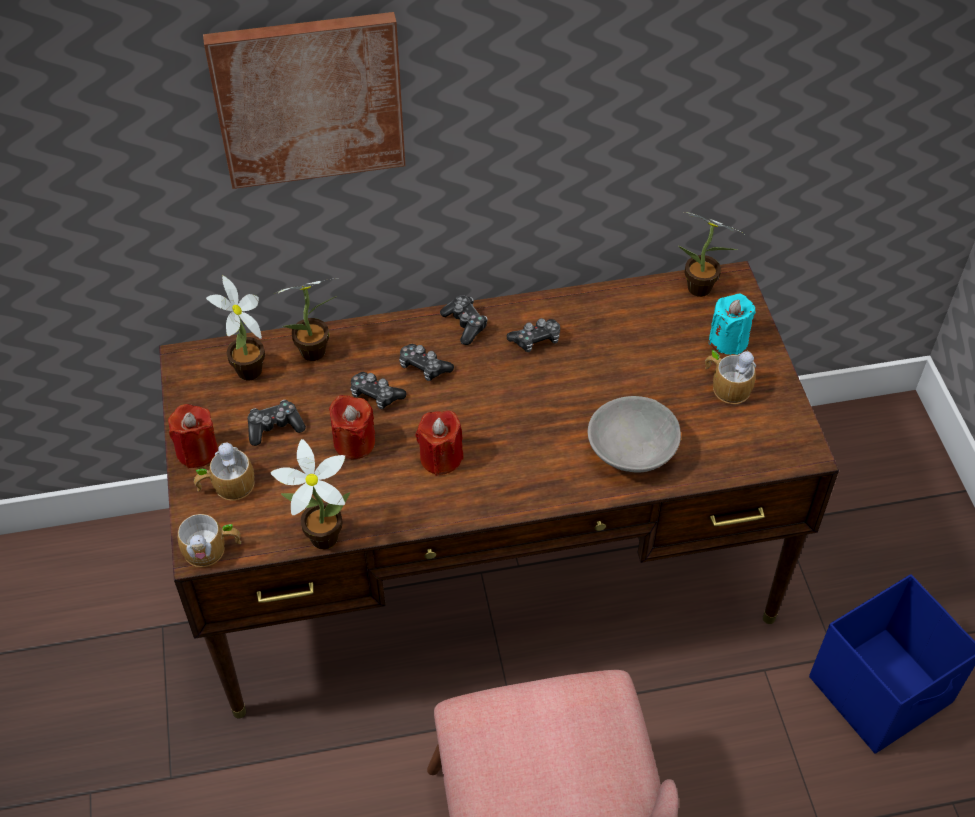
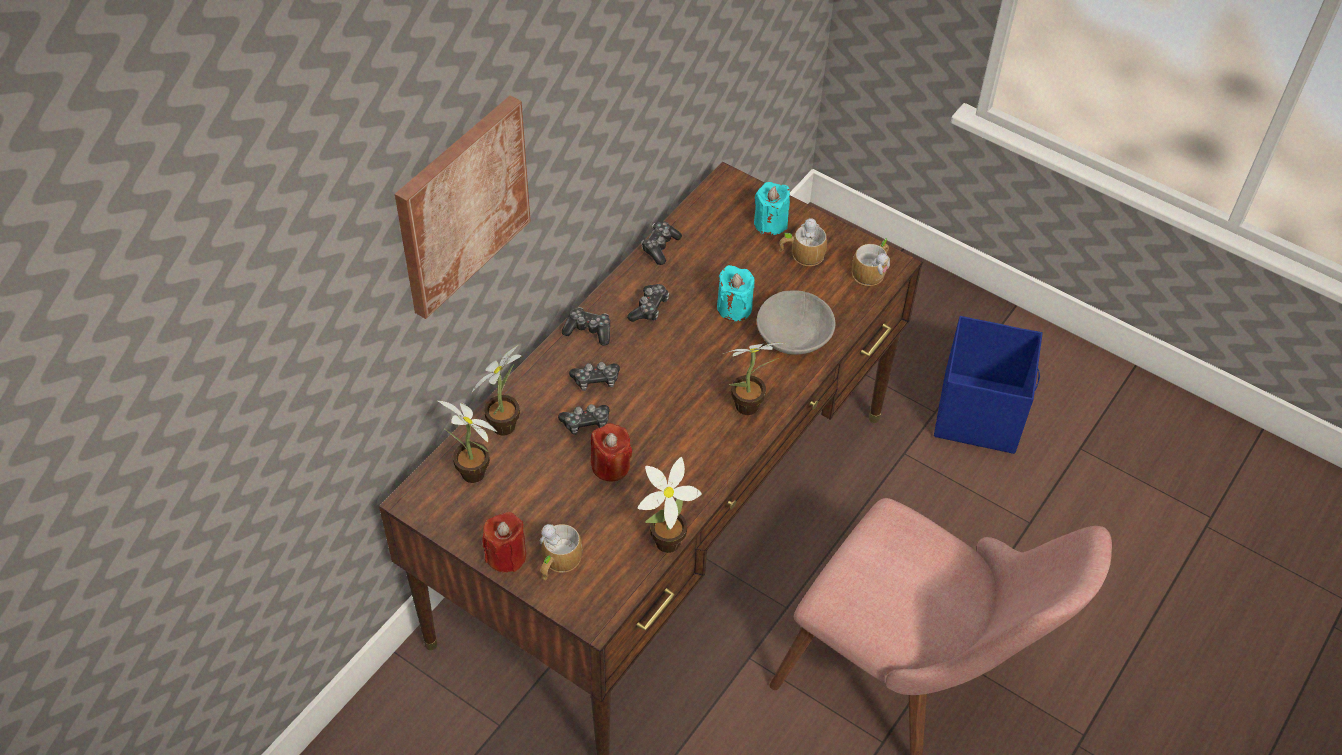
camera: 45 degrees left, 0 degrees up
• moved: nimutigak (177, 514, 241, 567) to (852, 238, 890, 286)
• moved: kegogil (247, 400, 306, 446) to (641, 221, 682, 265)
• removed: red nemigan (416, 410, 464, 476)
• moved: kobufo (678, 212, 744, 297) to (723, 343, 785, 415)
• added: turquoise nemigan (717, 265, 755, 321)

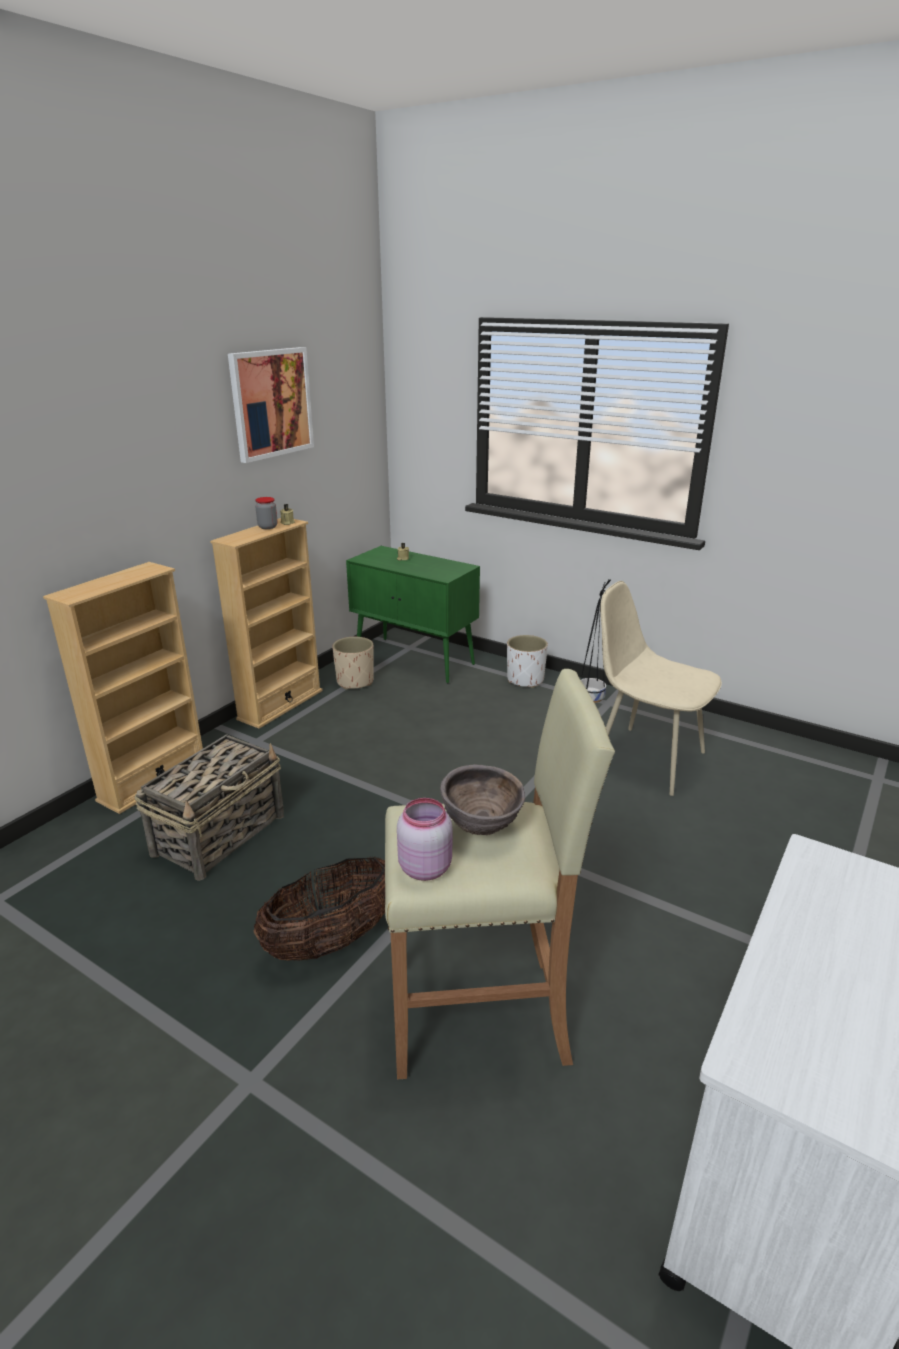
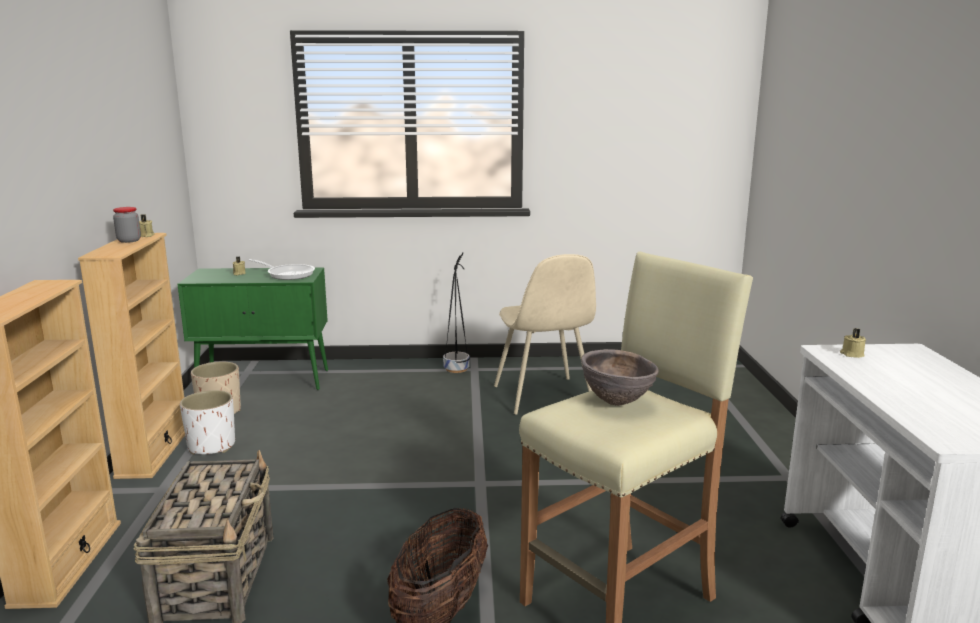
camera: 35 degrees left, 10 degrees down
• removed: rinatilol (228, 347, 314, 463)
• removed: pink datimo (397, 798, 452, 881)
• moved: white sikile (507, 635, 548, 688) to (180, 390, 235, 455)
• turned: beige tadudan (600, 581, 722, 796) = (494, 254, 596, 414) 105 degrees counterclockwise
• added: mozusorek (249, 259, 315, 280)
• added: beige nemigan (840, 328, 866, 358)

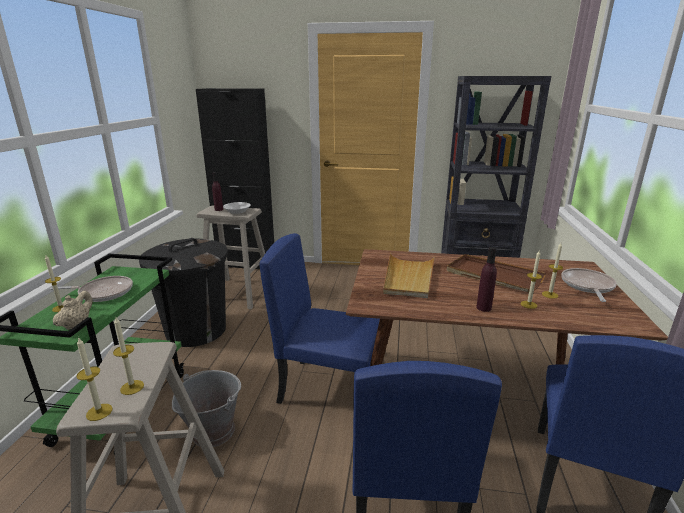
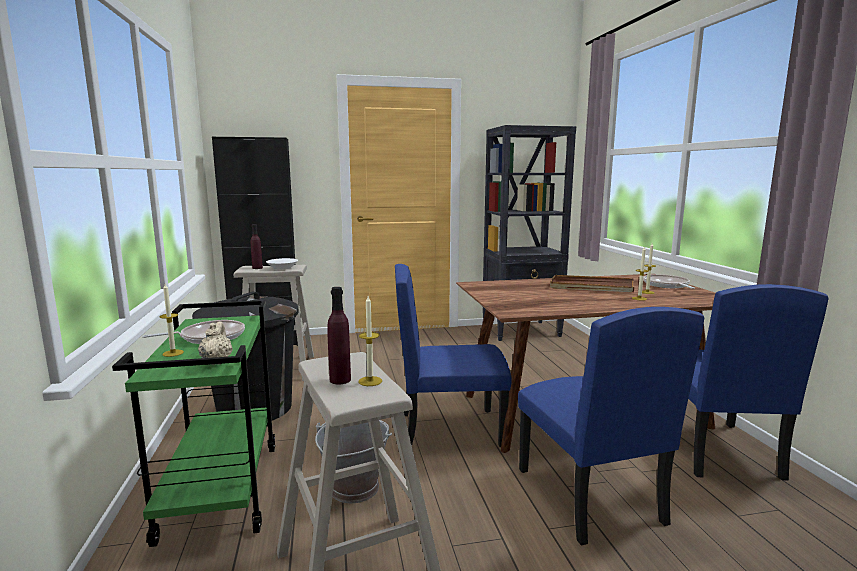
camera: 20 degrees left, 10 degrees down
• removed: nemigan (76, 337, 112, 421)
• removed: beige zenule (383, 253, 435, 298)
• moved: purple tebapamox (477, 247, 497, 312) to (327, 287, 351, 384)

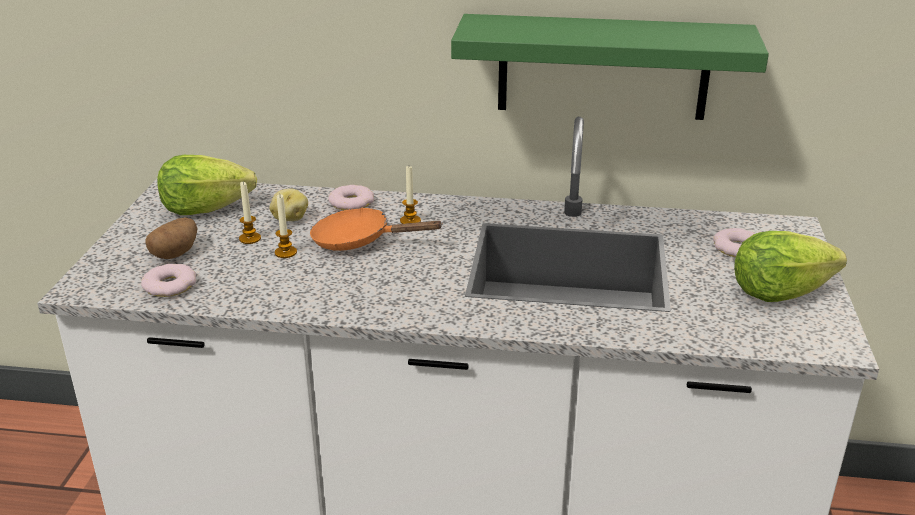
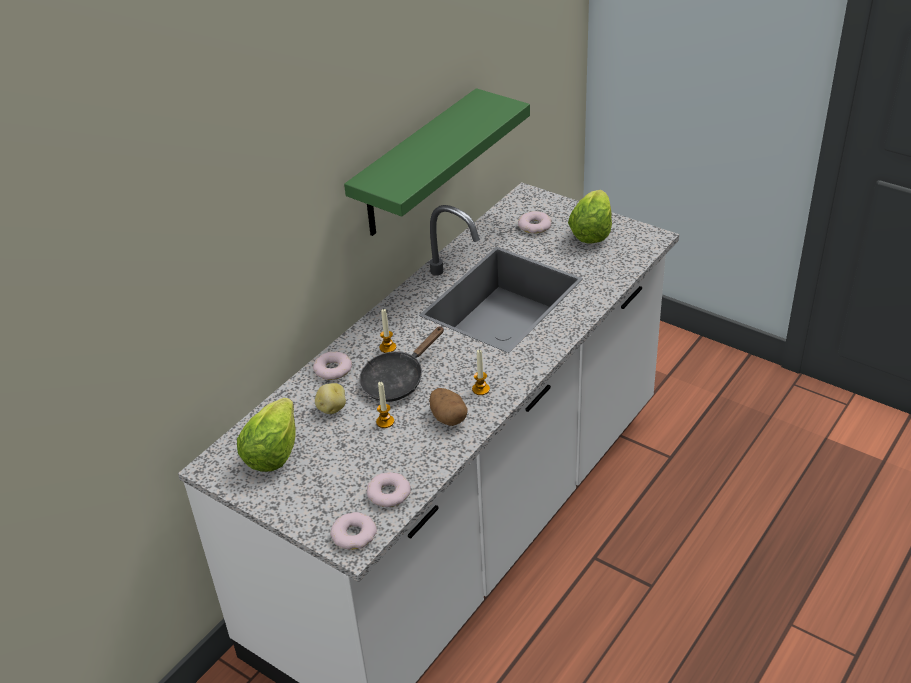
camera: 60 degrees left, 10 degrees up
• moved: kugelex (146, 217, 197, 259) to (429, 388, 467, 426)
• moved: nemigan (239, 182, 261, 244) to (472, 350, 490, 395)
• recoloured: orange mozusorek (310, 207, 443, 251) to black mozusorek (359, 326, 444, 402)
• added: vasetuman (330, 512, 377, 550)

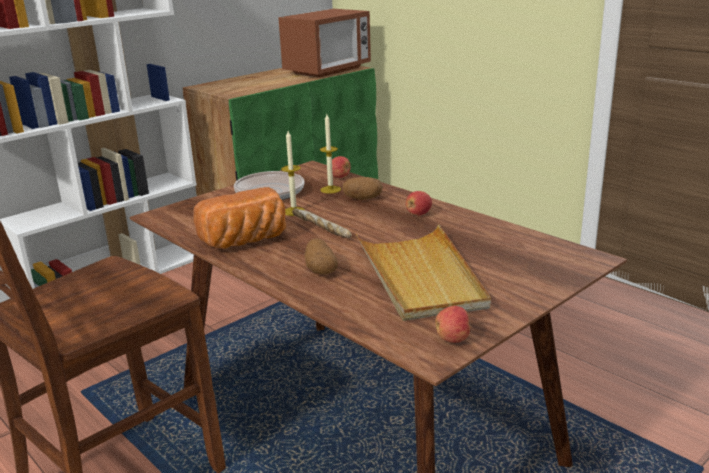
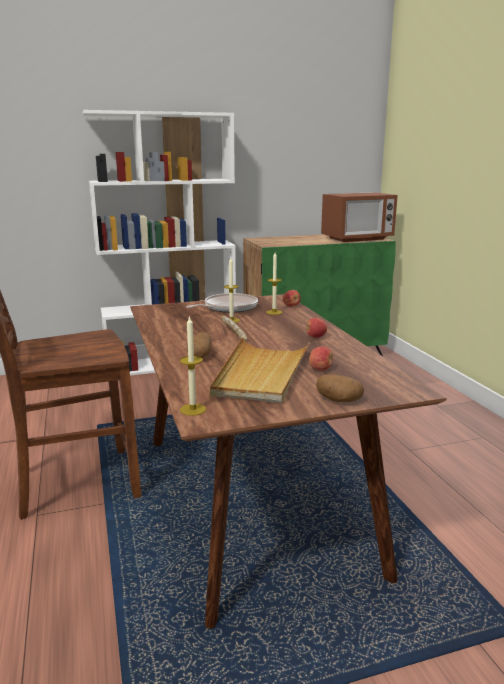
camera: 25 degrees right, 5 degrees down
• removed: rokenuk (193, 187, 286, 249)
• moved: kugelex (343, 177, 383, 200) to (316, 374, 364, 402)
• moved: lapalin (435, 306, 472, 343) to (309, 346, 333, 371)
• added: nemigan (180, 315, 206, 416)

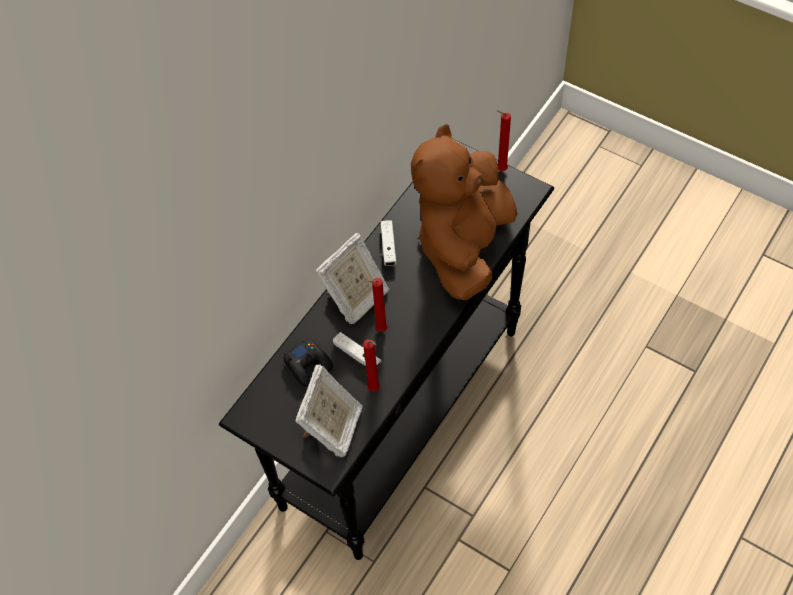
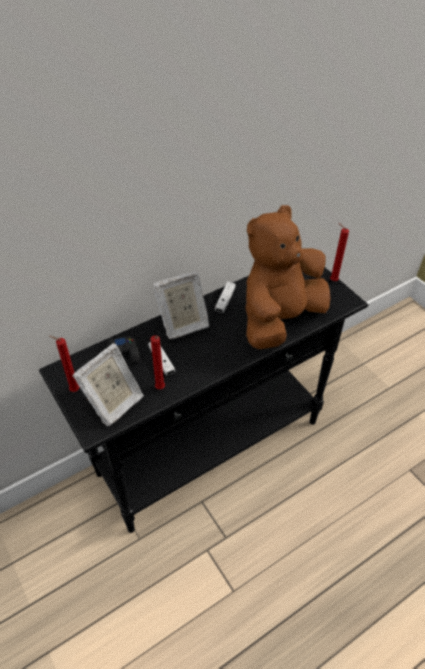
camera: 20 degrees right, 10 degrees down
• moved: red nemigan (367, 278, 388, 332) to (49, 336, 80, 392)

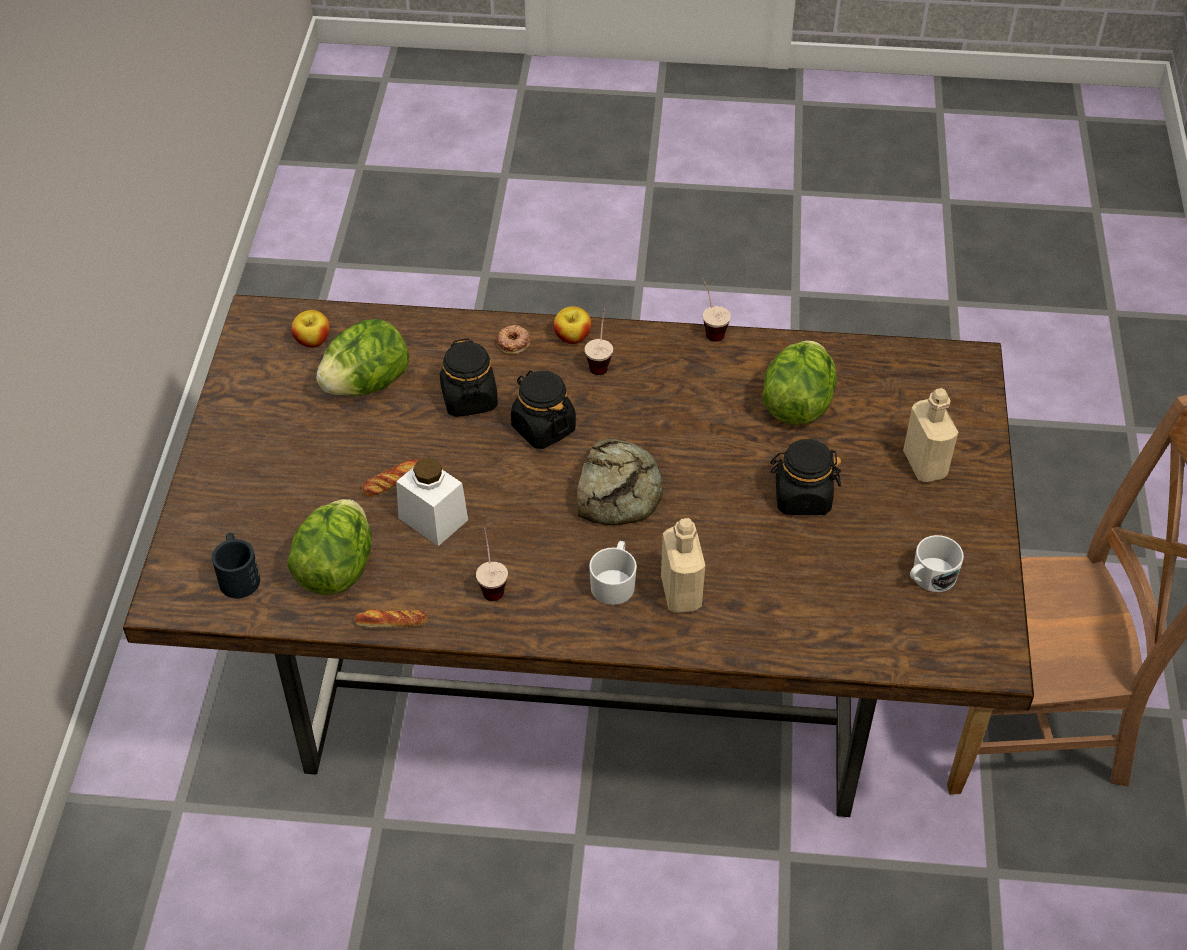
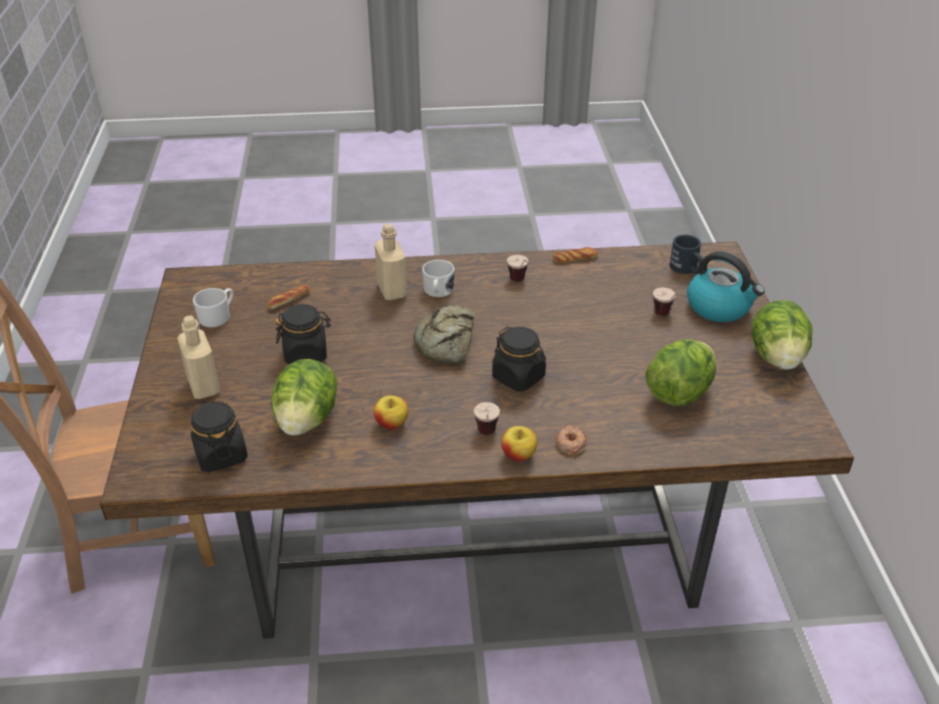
camera: 170 degrees right, 10 degrees down
• moved: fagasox (287, 499, 372, 595) to (751, 300, 812, 370)
• moved: lapalin (291, 310, 330, 348) to (373, 396, 408, 430)
• moved: rokenuk (361, 459, 419, 497) to (267, 285, 310, 309)
• removed: white datimo (396, 457, 468, 546)
• moved: black datimo (440, 338, 498, 417) to (191, 400, 248, 472)
• moved: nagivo (702, 278, 731, 342) to (653, 288, 687, 316)
• added: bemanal (687, 251, 765, 322)

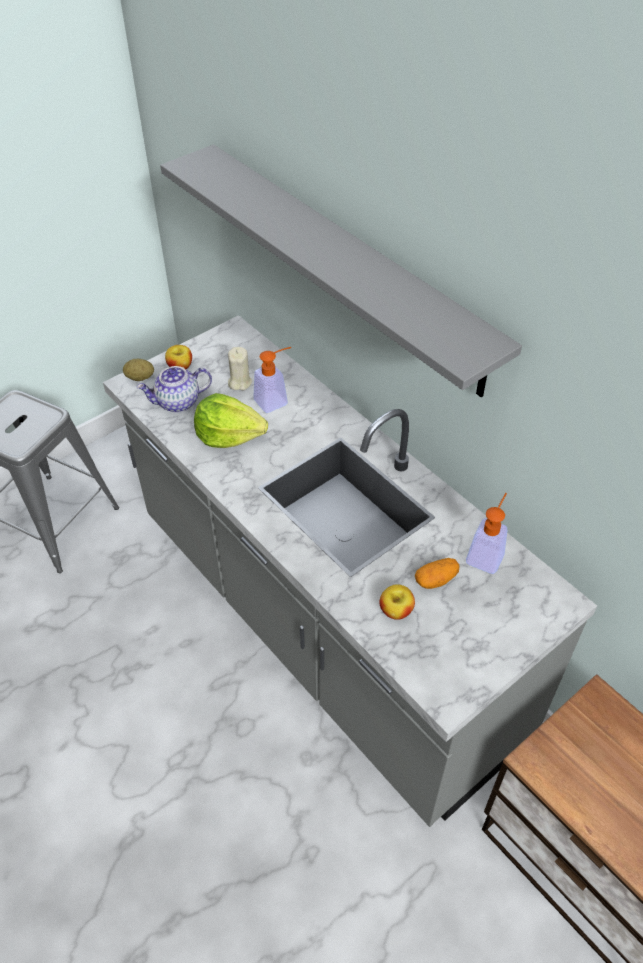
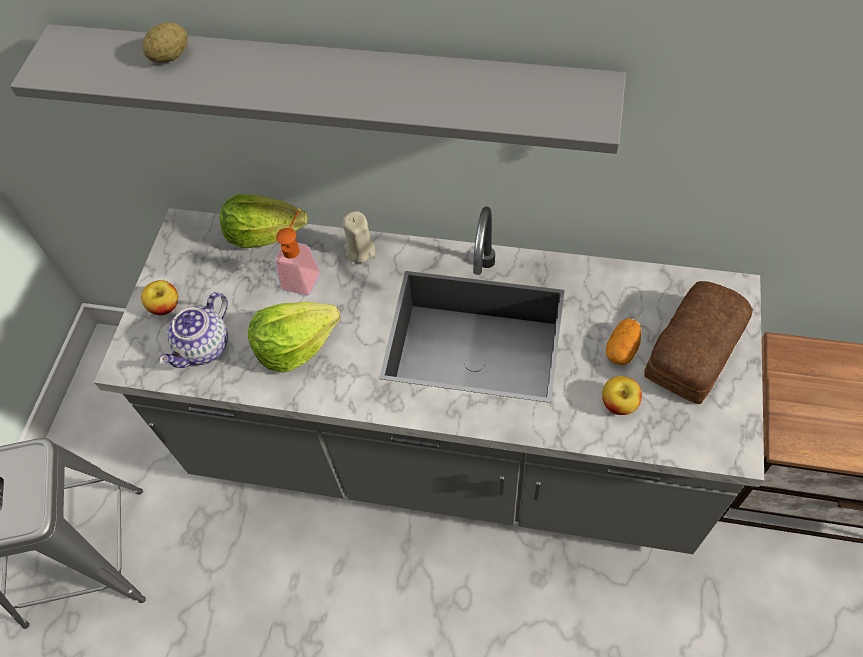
camera: 35 degrees left, 10 degrees up
• moved: kugelex (123, 359, 154, 381) to (142, 22, 188, 63)
• moved: beige nemigan (228, 347, 252, 390) to (342, 211, 375, 263)
• removed: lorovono (466, 493, 507, 574)
• added: fagasox (220, 194, 307, 248)
• added: rokenuk (644, 281, 753, 404)

